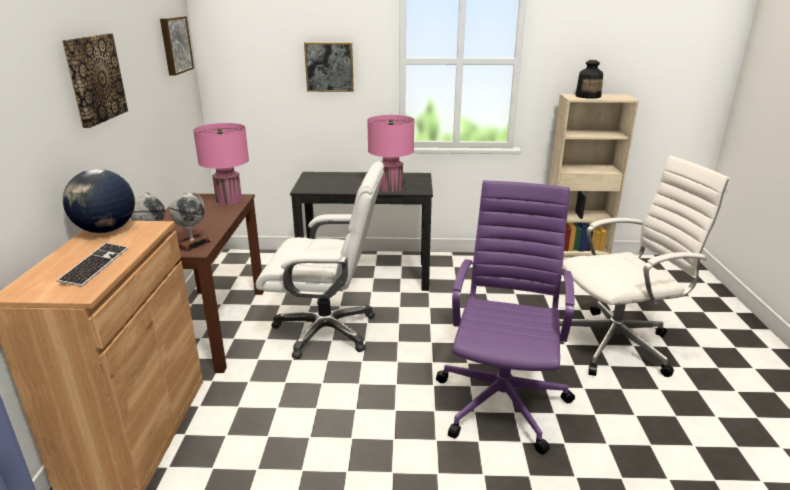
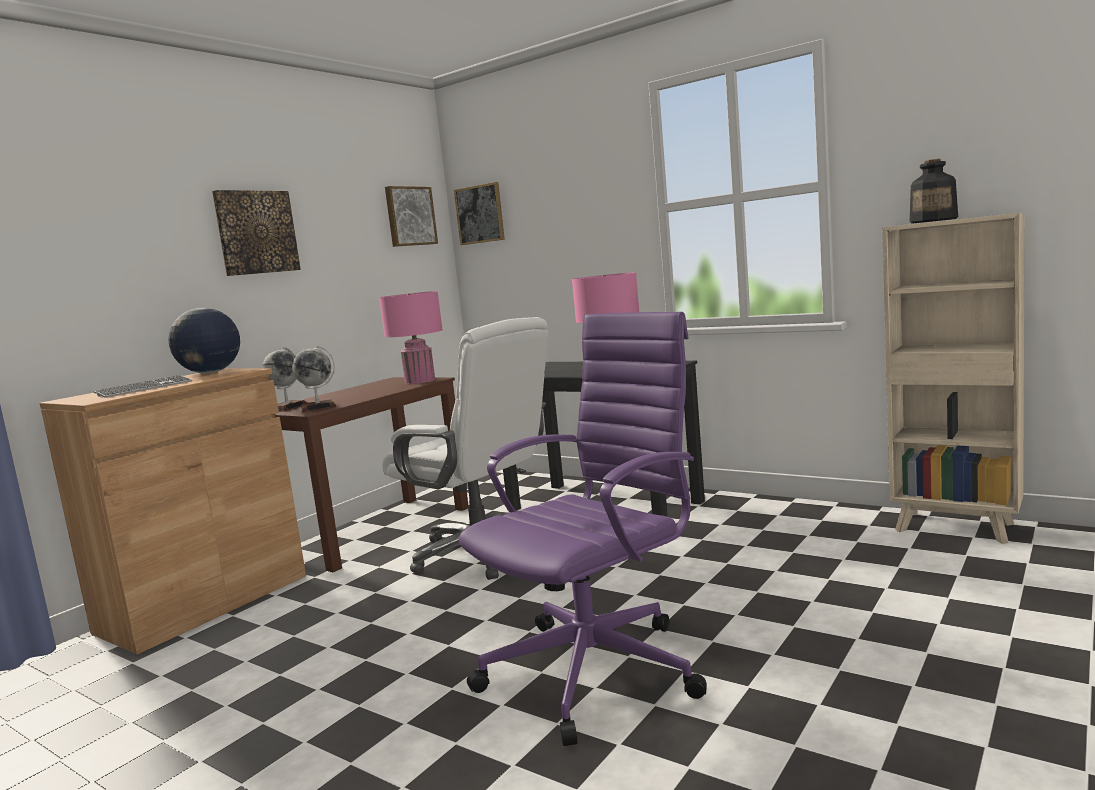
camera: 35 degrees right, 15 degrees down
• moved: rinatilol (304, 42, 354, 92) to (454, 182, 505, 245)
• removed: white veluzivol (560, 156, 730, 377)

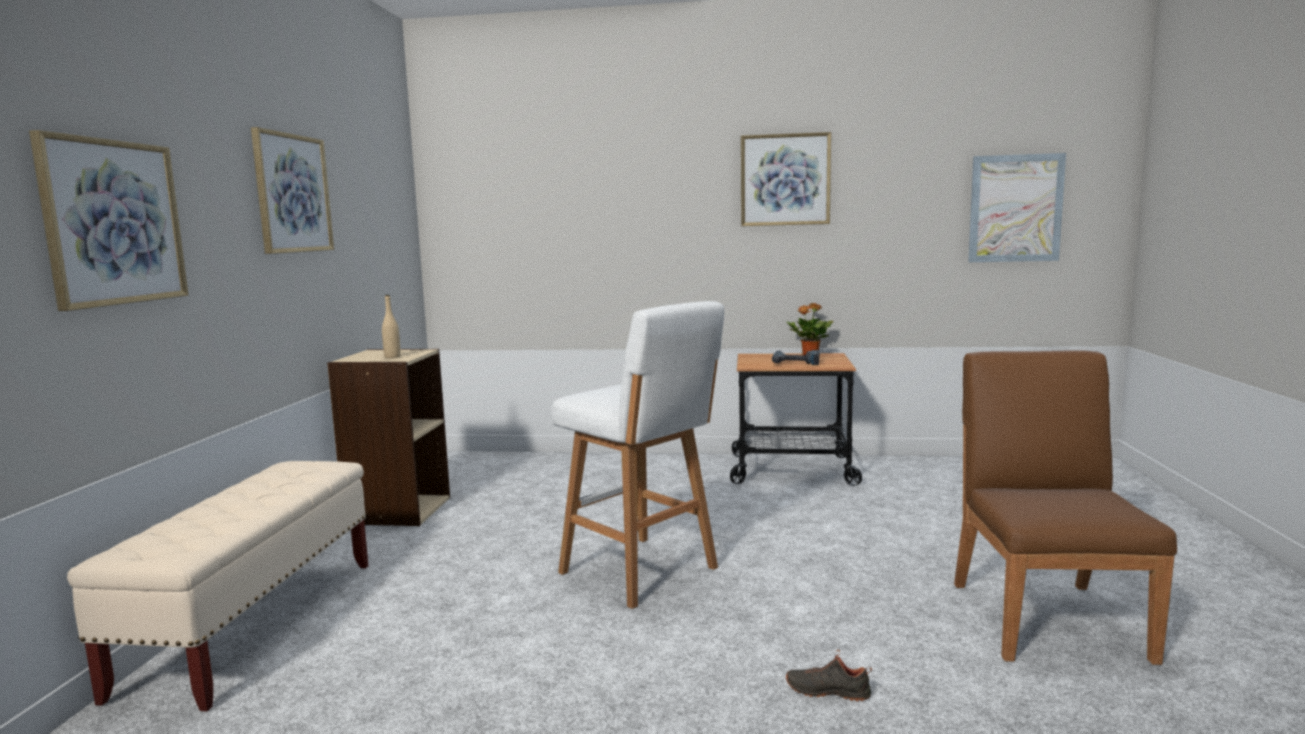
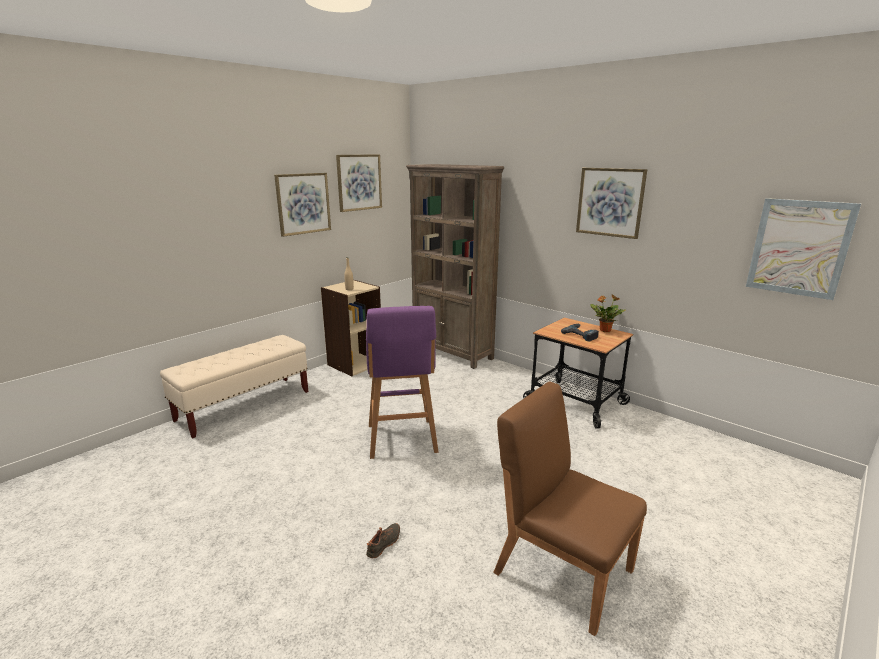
camera: 35 degrees right, 10 degrees up
• moved: rinatilol (29, 130, 189, 311) to (336, 154, 382, 212)
• recoloured: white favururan (552, 301, 724, 609) to purple favururan (366, 306, 439, 459)
• turned: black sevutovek (786, 650, 872, 701) = (366, 523, 400, 558) 75 degrees clockwise
• turned: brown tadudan (954, 350, 1177, 665) = (493, 381, 647, 636) 90 degrees counterclockwise
• added: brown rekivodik (406, 164, 504, 369)

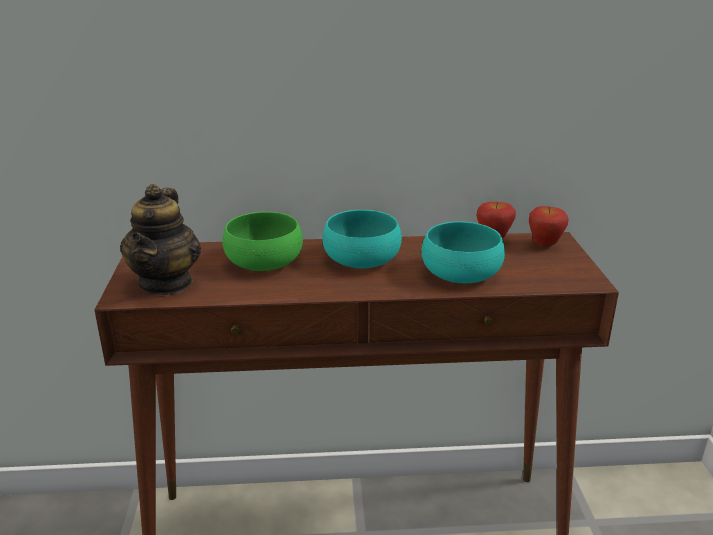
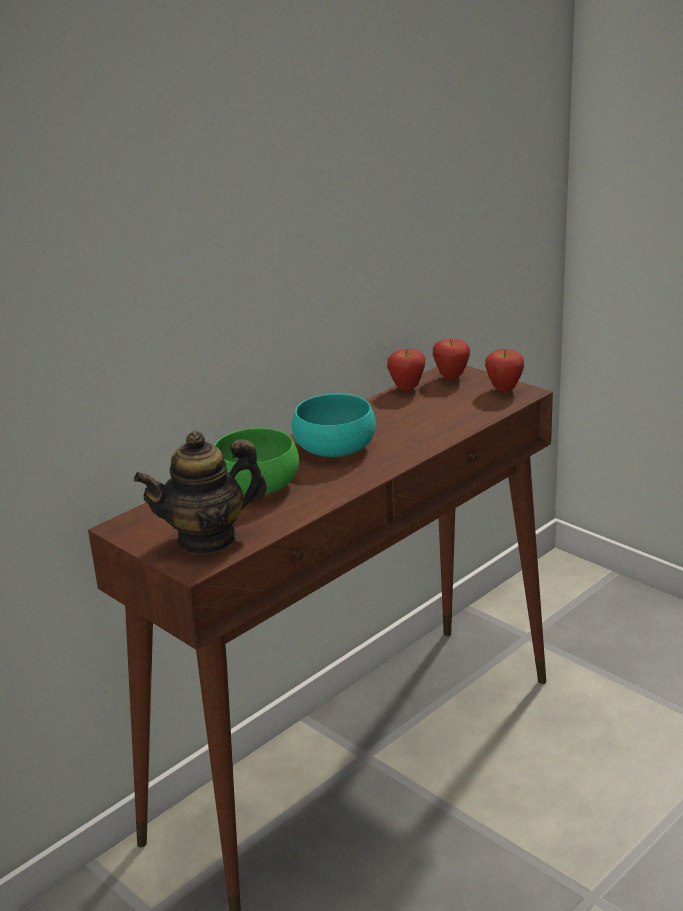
camera: 40 degrees left, 0 degrees up
• turned: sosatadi (120, 184, 201, 295) = (134, 431, 267, 555) 105 degrees clockwise
• removed: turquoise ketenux (421, 221, 505, 283)
• added: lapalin (485, 349, 524, 392)

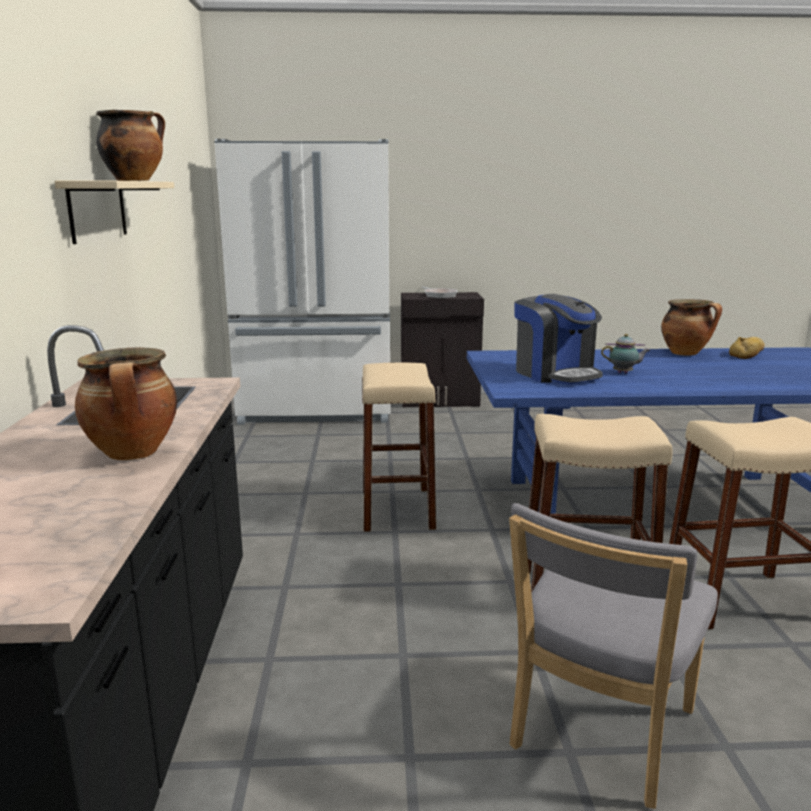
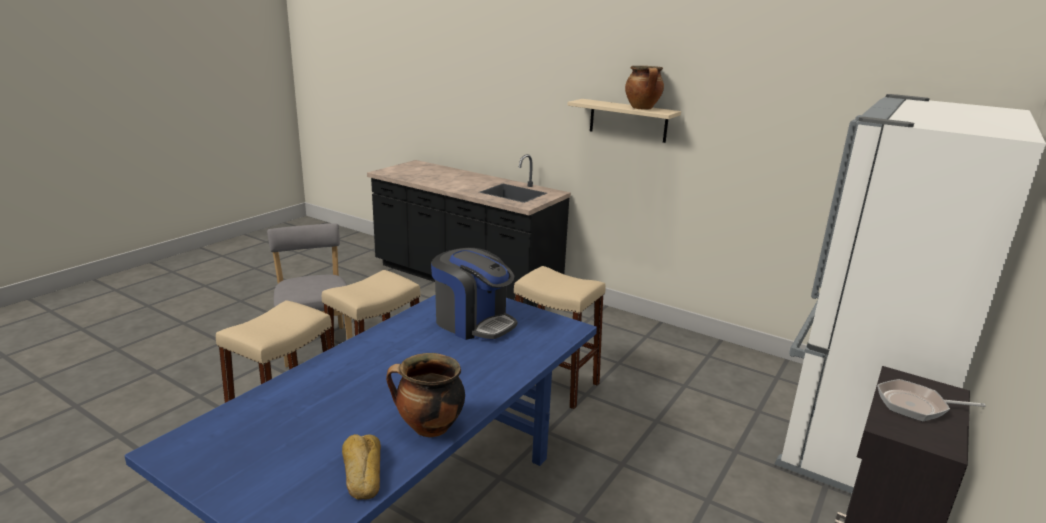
camera: 125 degrees right, 5 degrees up
• removed: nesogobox (75, 347, 177, 460)
• turned: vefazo (515, 294, 603, 384) = (431, 248, 517, 340) 150 degrees counterclockwise
• removed: sosatadi (601, 334, 650, 373)

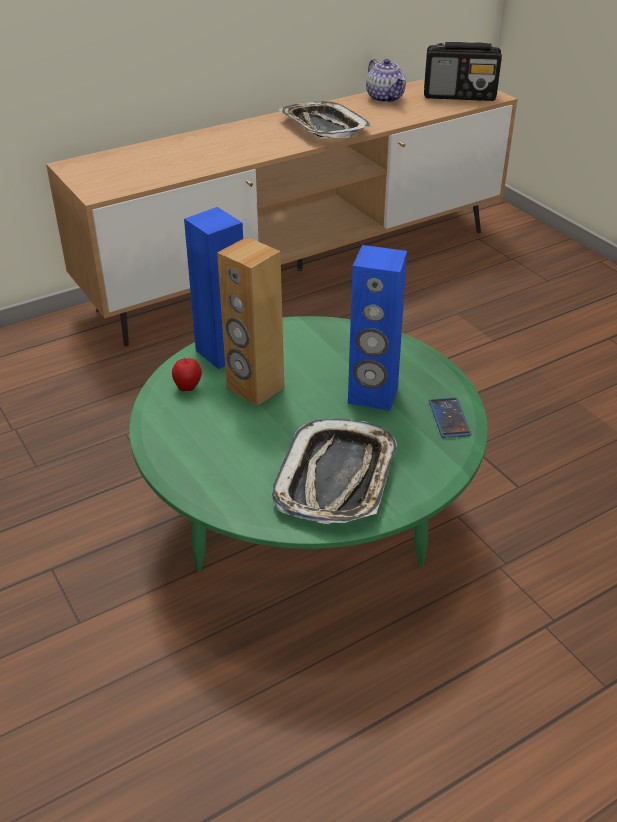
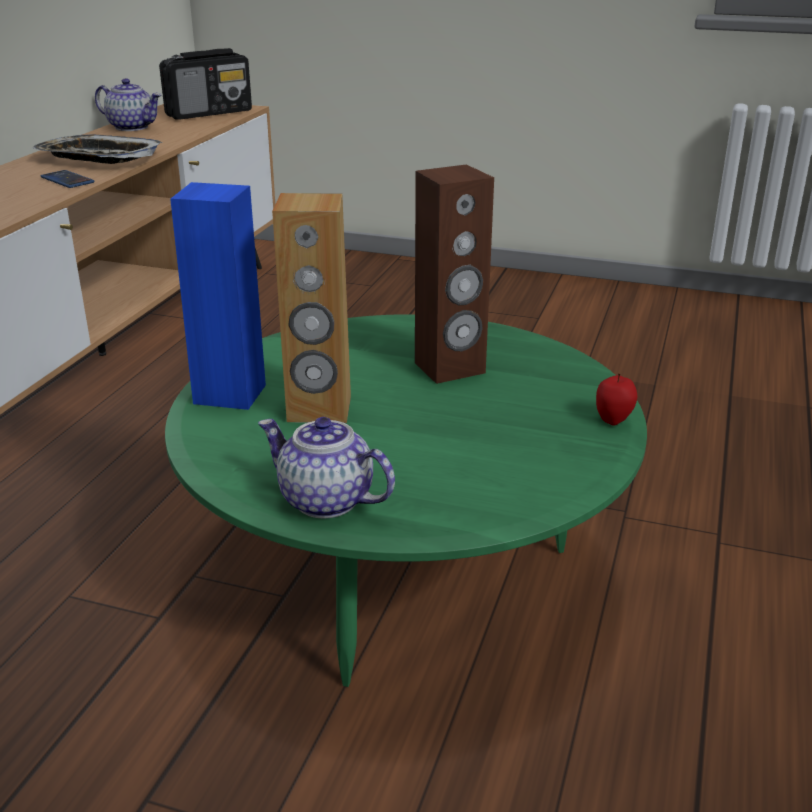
camera: 40 degrees left, 10 degrees down
• moved: lapalin (172, 357, 202, 391) to (596, 373, 637, 426)
• removed: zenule (272, 418, 397, 524)
• recoloured: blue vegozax (348, 245, 407, 411) to brown vegozax (415, 164, 494, 384)
• moved: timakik (429, 397, 471, 438) to (41, 170, 95, 188)
• added: sosatadi (258, 417, 395, 518)

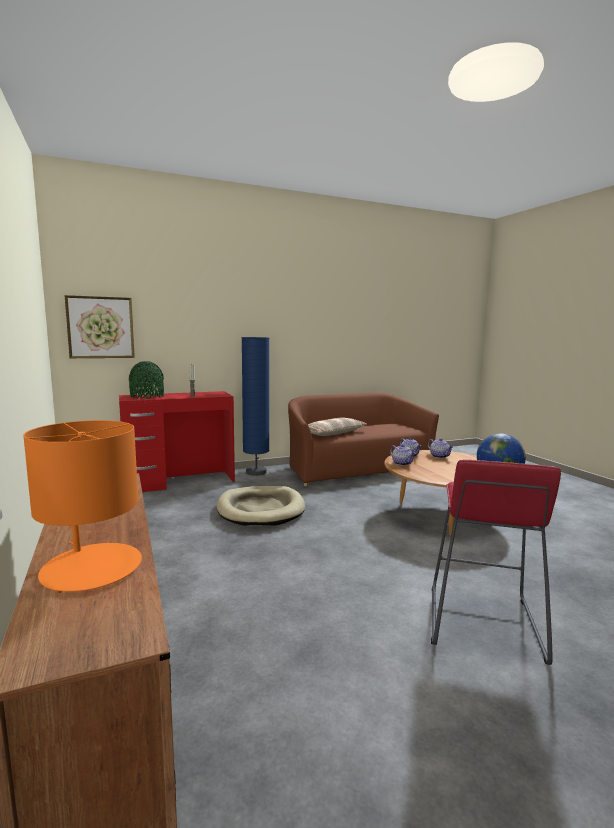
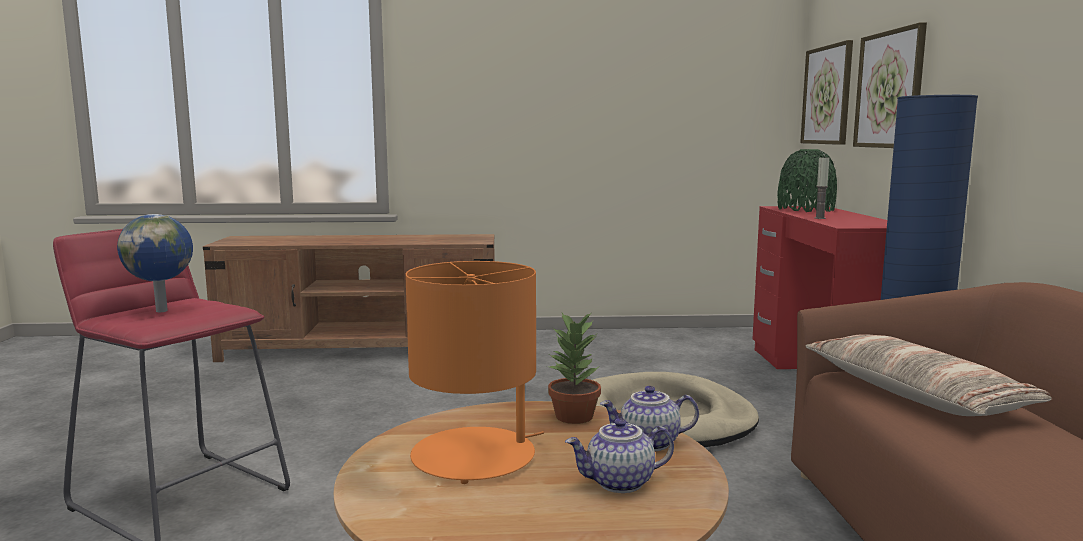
camera: 110 degrees right, 0 degrees up
• moved: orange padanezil (23, 420, 142, 593) to (405, 261, 544, 484)
• replaced: sosatadi (390, 444, 416, 466) to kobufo (547, 311, 601, 424)
• added: rinatilol (853, 22, 927, 148)

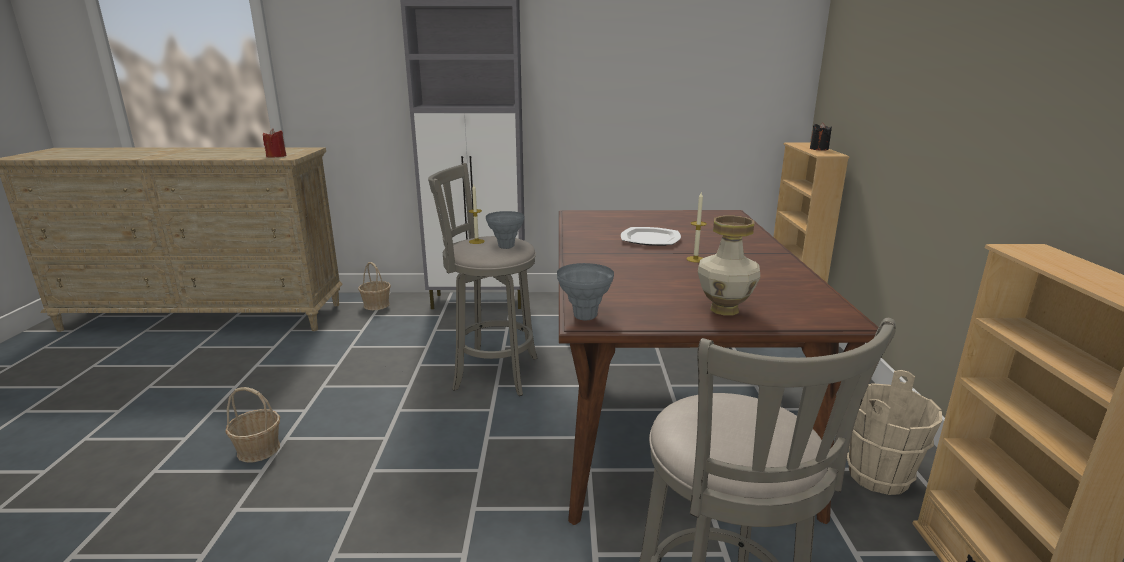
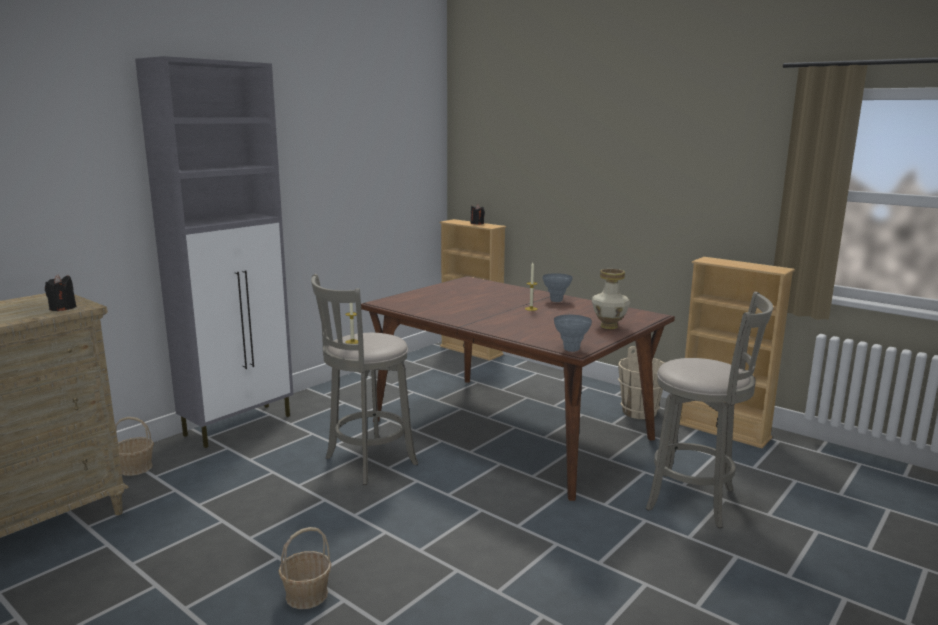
camera: 50 degrees left, 5 degrees down
• recoloured: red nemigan (263, 129, 286, 157) to black nemigan (45, 274, 76, 311)
• moved: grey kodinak (486, 211, 524, 249) to (543, 273, 572, 302)
• removed: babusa (621, 227, 681, 246)

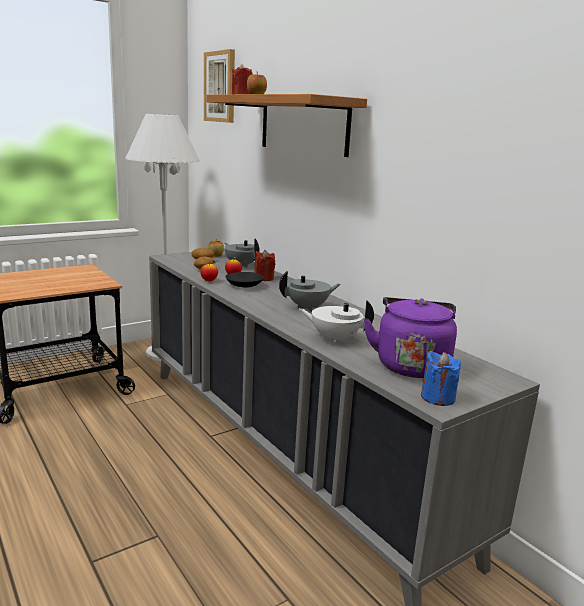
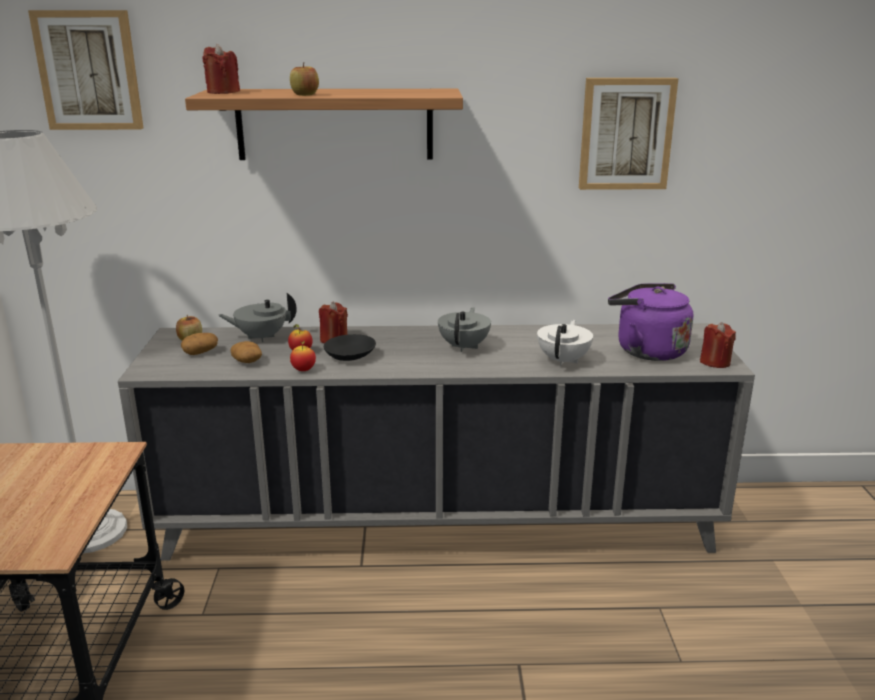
camera: 55 degrees left, 5 degrees up
• turned: white sosatadi (299, 300, 374, 344) = (537, 320, 593, 366) 150 degrees clockwise
• recoloured: blue nemigan (421, 351, 461, 406) to red nemigan (700, 322, 736, 368)
• added: rinatilol (579, 78, 678, 190)

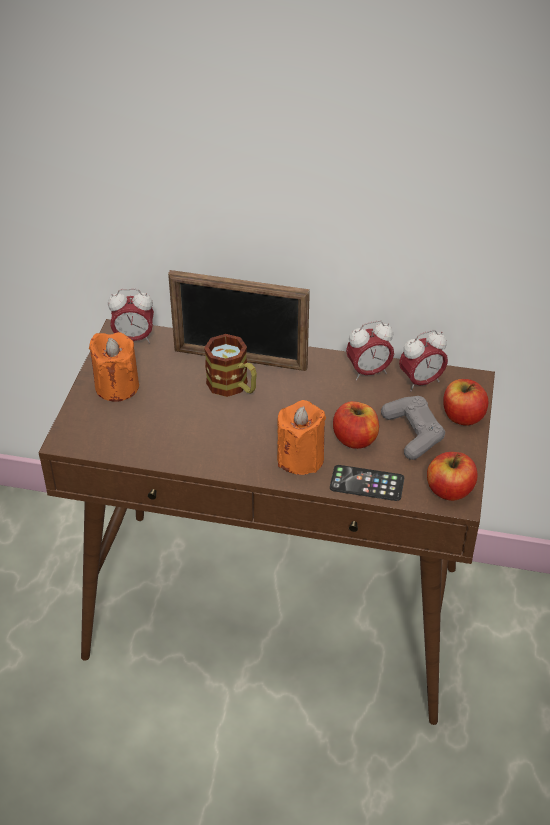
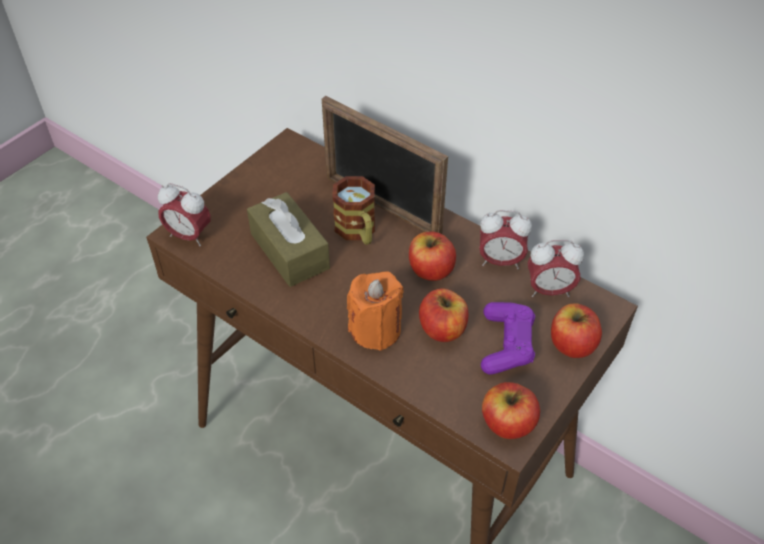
camera: 25 degrees right, 5 degrees up
• removed: orange nemigan (89, 332, 139, 402)
• moved: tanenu (108, 289, 154, 343) to (158, 183, 211, 246)
• removed: timakik (330, 465, 404, 501)
• recoloured: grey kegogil (381, 396, 445, 460) to purple kegogil (481, 302, 535, 375)
• added: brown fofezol (247, 192, 330, 287)
• added: lapalin (409, 231, 456, 281)

